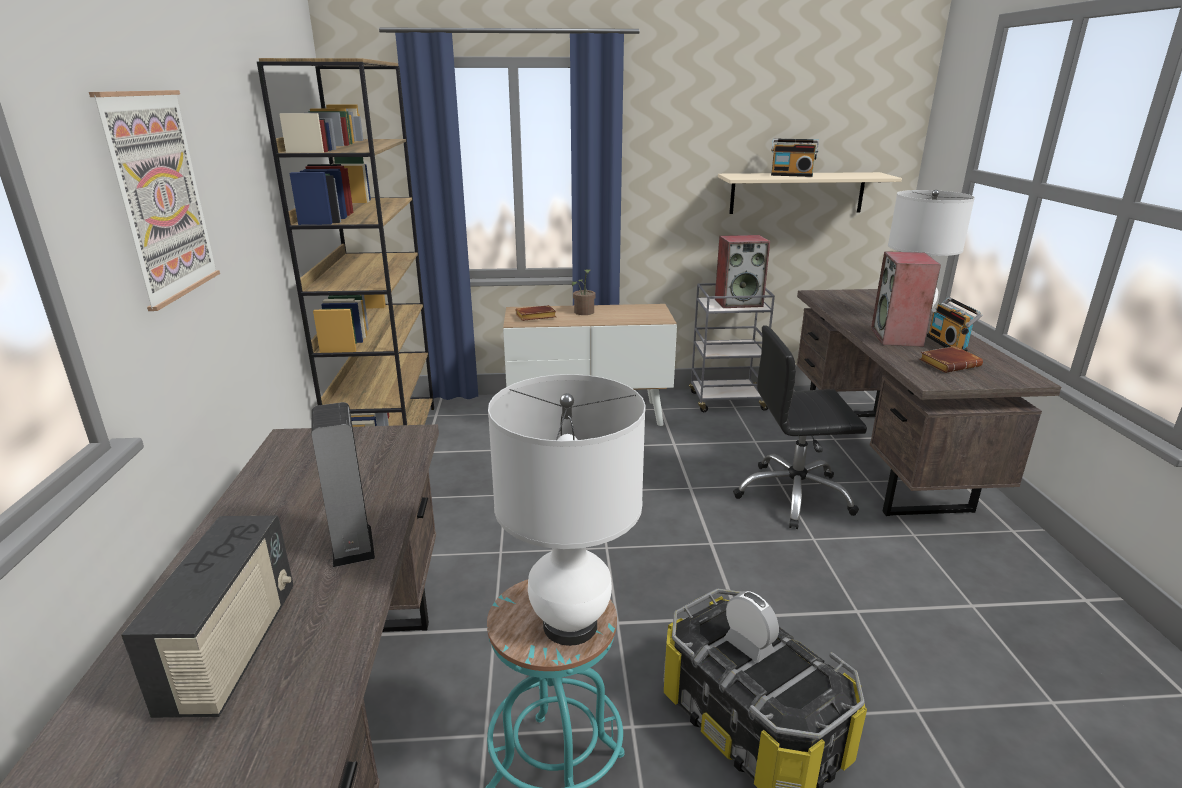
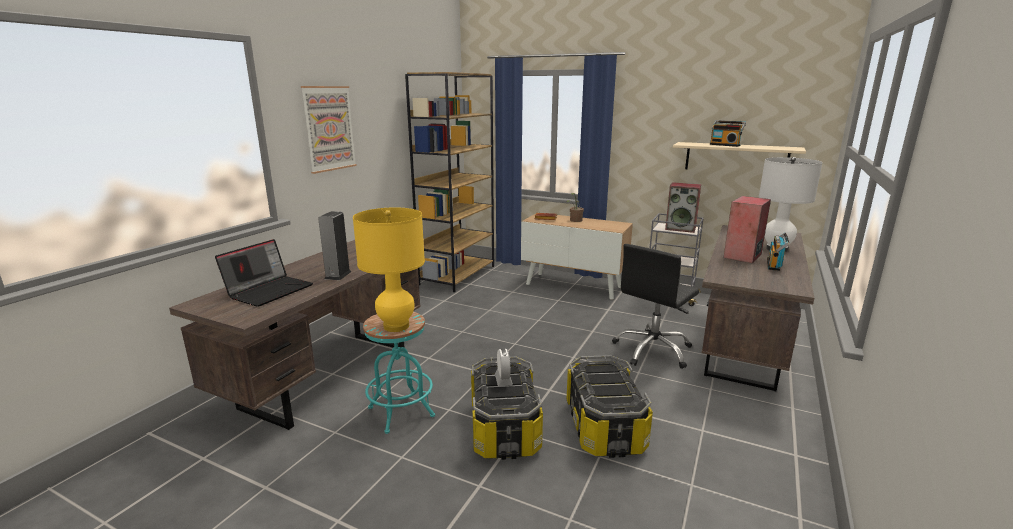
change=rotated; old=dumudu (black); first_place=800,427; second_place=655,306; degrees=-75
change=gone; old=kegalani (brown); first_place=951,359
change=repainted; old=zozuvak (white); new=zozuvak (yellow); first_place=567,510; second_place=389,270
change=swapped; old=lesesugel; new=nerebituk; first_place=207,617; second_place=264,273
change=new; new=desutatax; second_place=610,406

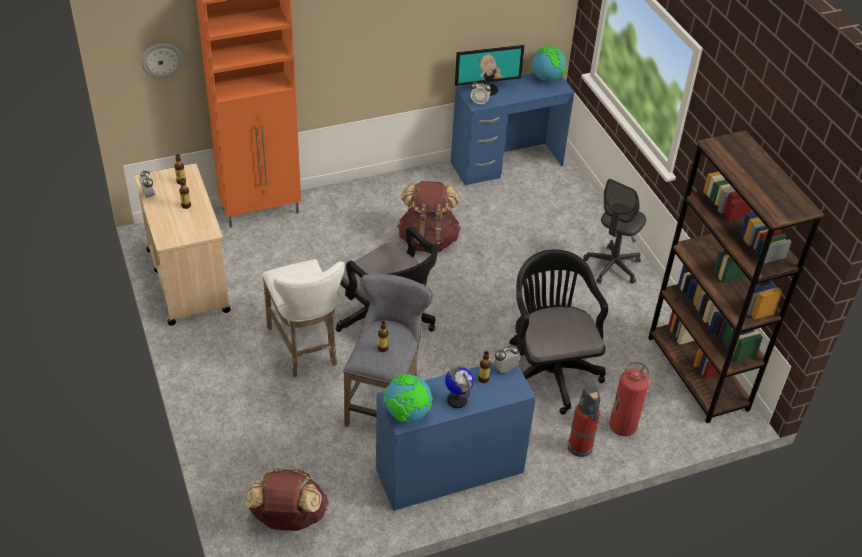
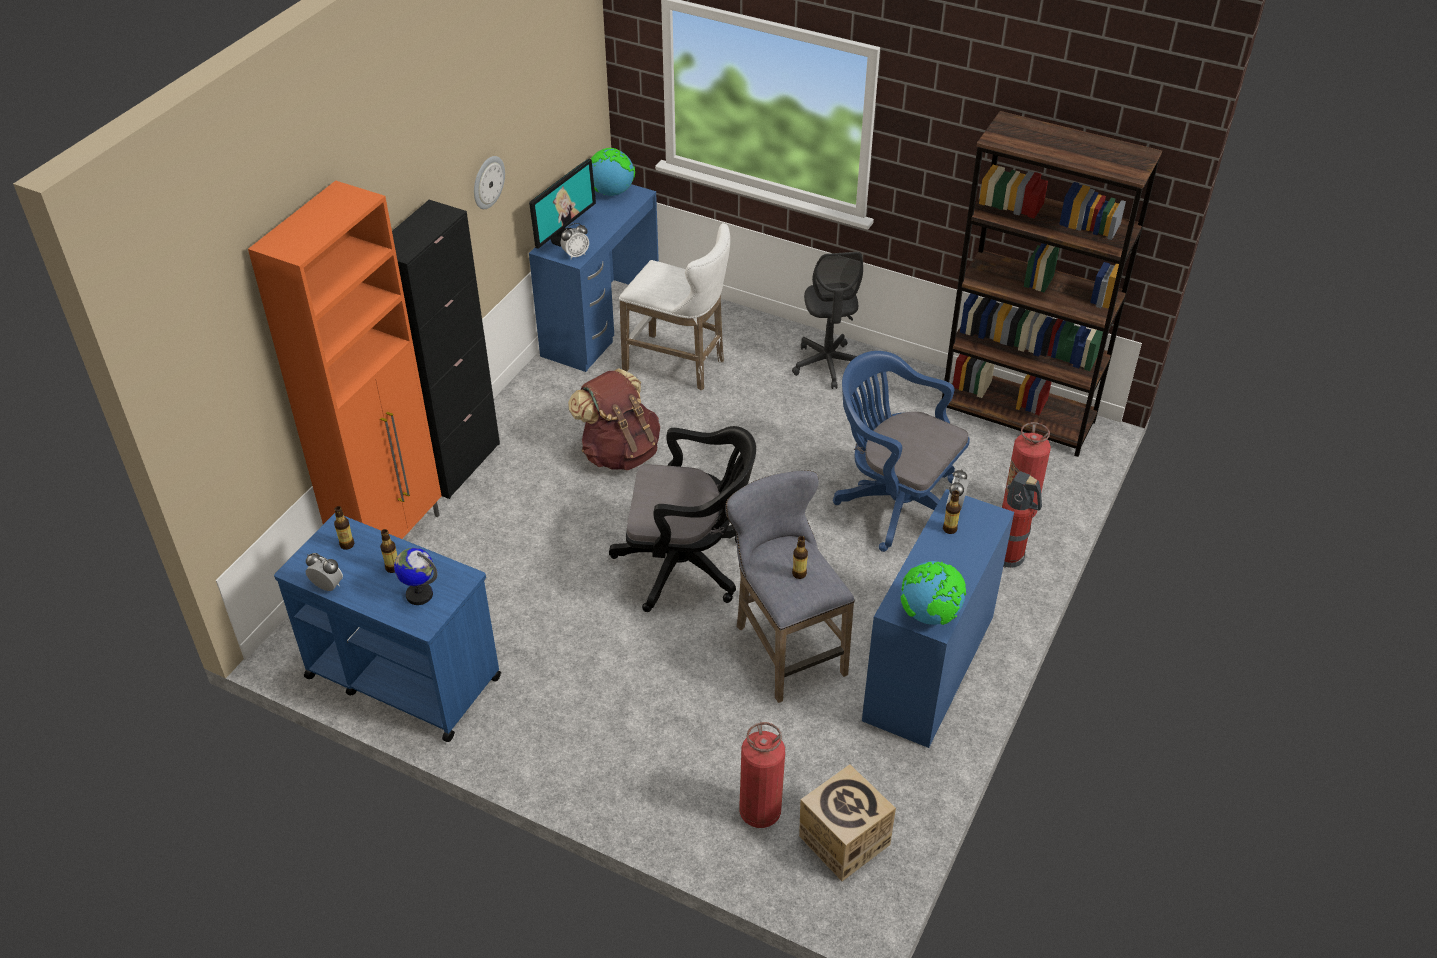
change=shifted; old=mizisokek; first_place=162,61; second_place=489,182
change=repainted; old=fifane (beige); new=fifane (blue); first_place=183,244; second_place=387,627
change=repainted; old=dumudu (black); new=dumudu (blue); first_place=558,332; second_place=901,451
change=shifted; old=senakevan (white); first_place=303,317; second_place=674,306
change=shifted; old=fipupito; first_place=459,387; second_place=416,576
change=swapped; old=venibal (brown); new=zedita; first_place=287,499; second_place=847,822
change=new; new=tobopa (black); second_place=446,349
change=new; new=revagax; second_place=762,775

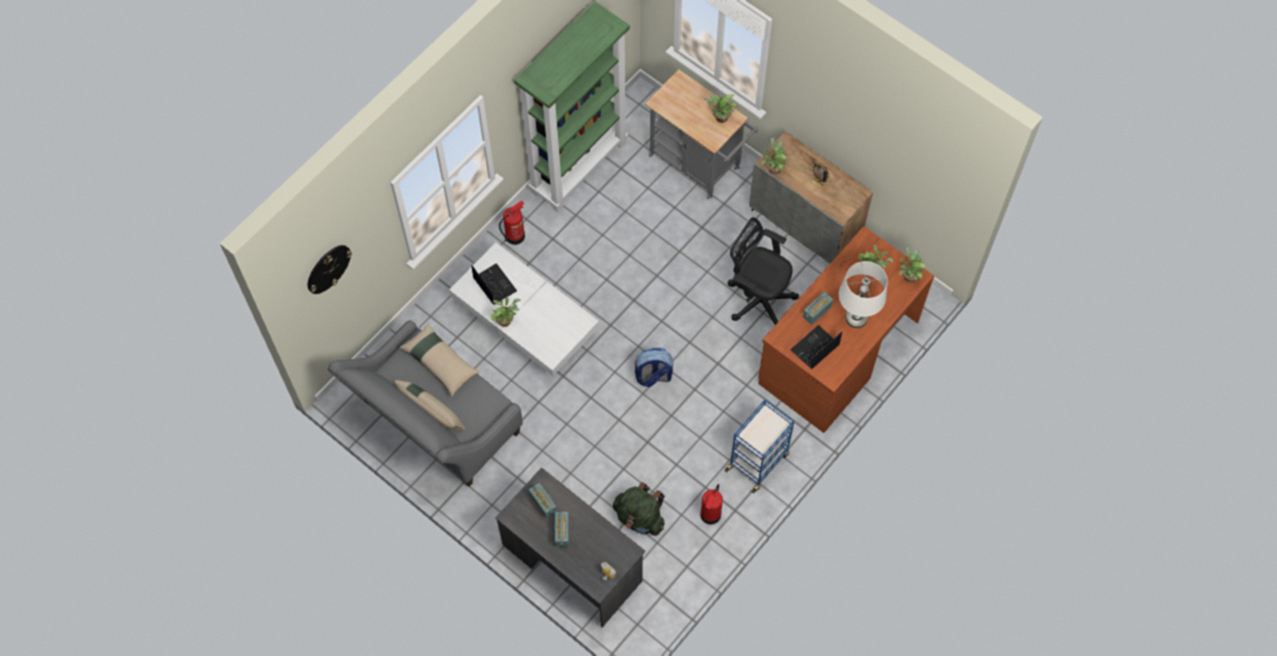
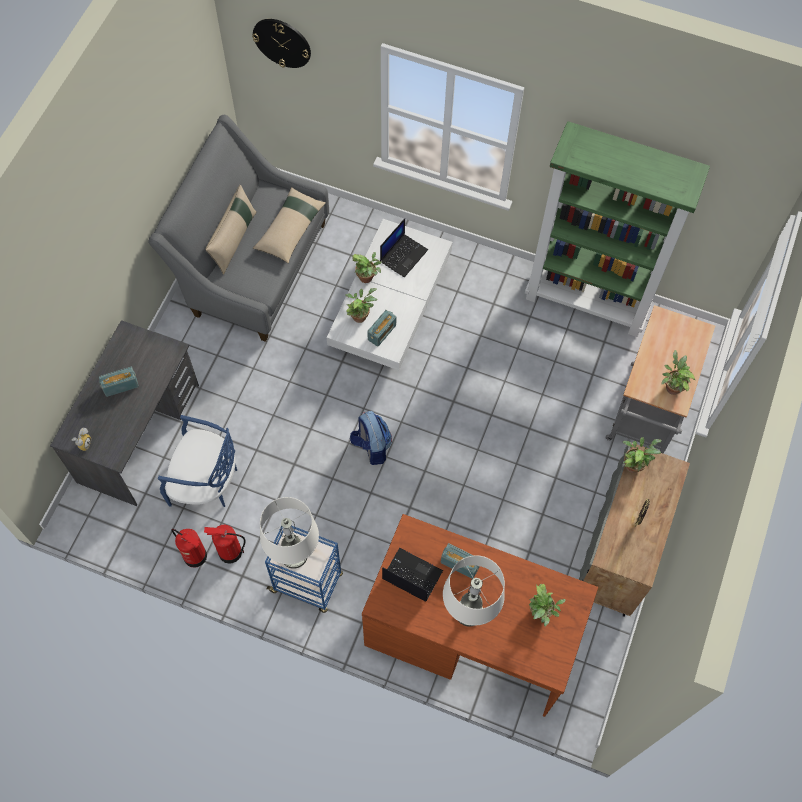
change=shifted; old=revagax; first_place=512,222; second_place=189,548
change=gone; old=dumudu (black); first_place=763,271
change=shifted; old=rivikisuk; first_place=912,264; second_place=361,305
change=swapped; old=venibal (green); new=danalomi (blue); first_place=639,509; second_place=197,461
change=shifted; old=lesesugel; first_place=543,501; second_place=381,328
change=new; new=zozuvak (white); second_place=289,533

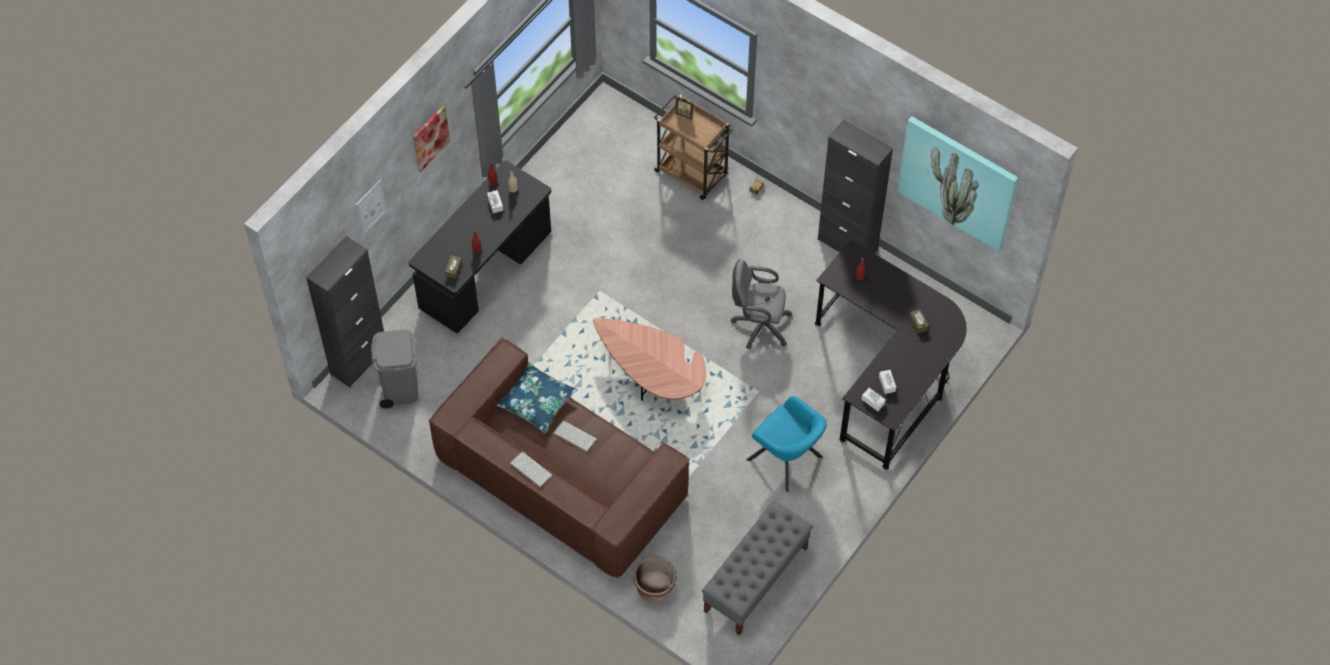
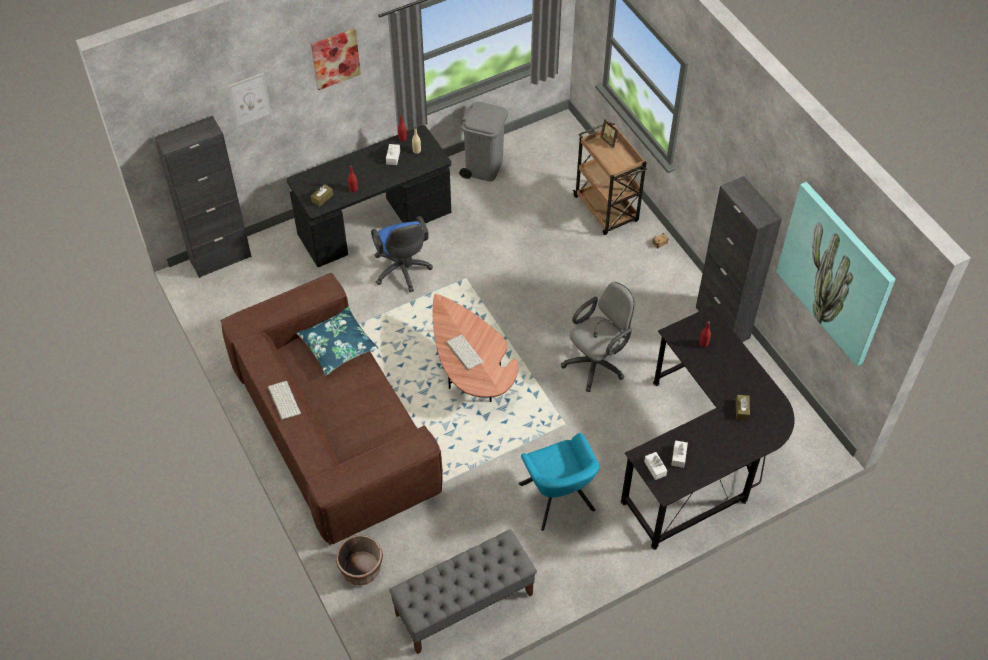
change=rotated; old=dumudu (grey); first_place=761,304; second_place=597,337; degrees=105
change=shifted; old=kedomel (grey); first_place=394,368; second_place=483,142
change=shifted; old=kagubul; first_place=575,437; second_place=464,353
change=new; new=dumudu (blue); second_place=402,254

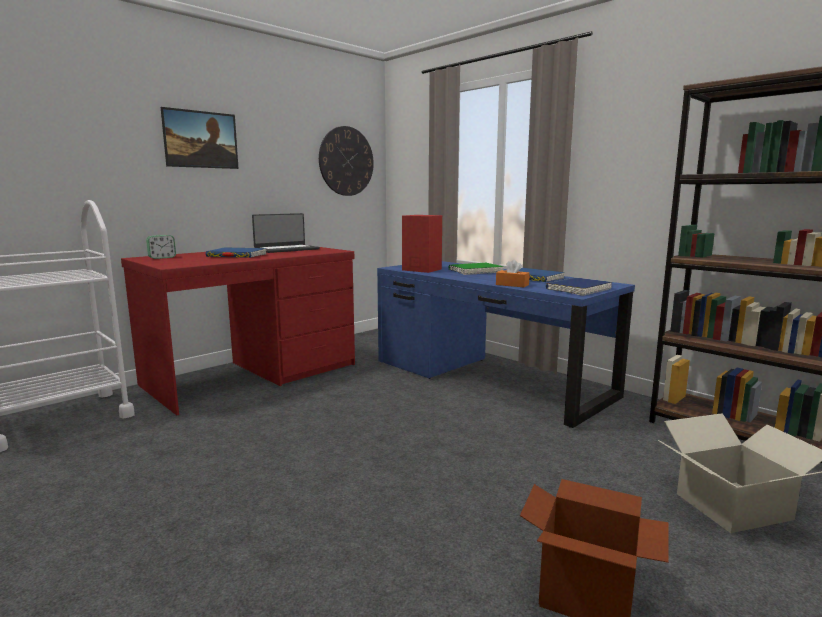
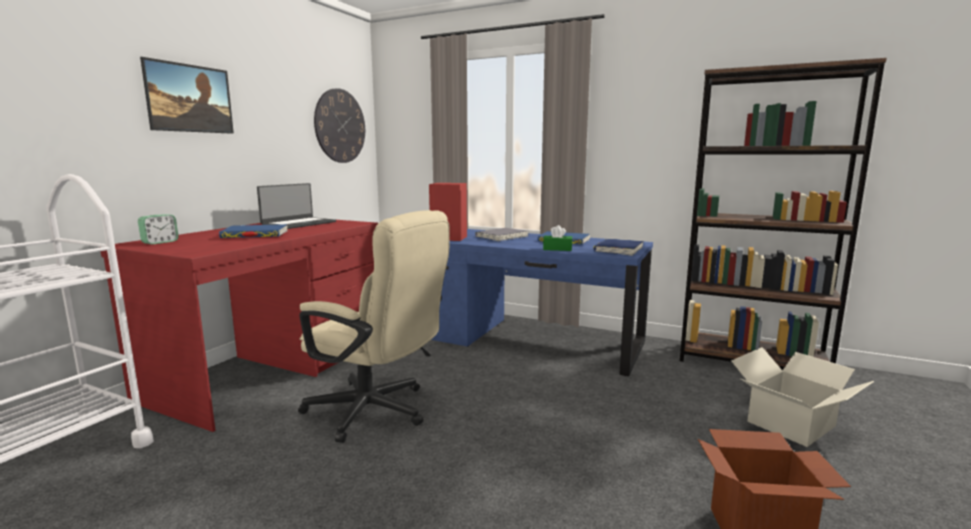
change=repainted; old=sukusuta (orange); new=sukusuta (green); first_place=513,273; second_place=557,238
change=repainted; old=kegalani (green); new=kegalani (grey); first_place=476,269; second_place=501,234
change=new; new=dumudu (beige); second_place=374,326

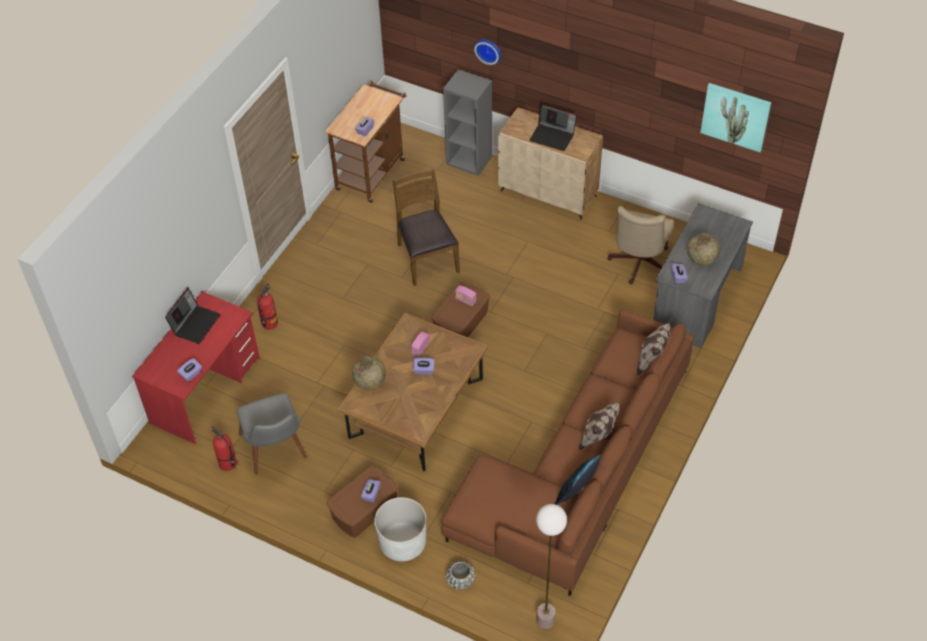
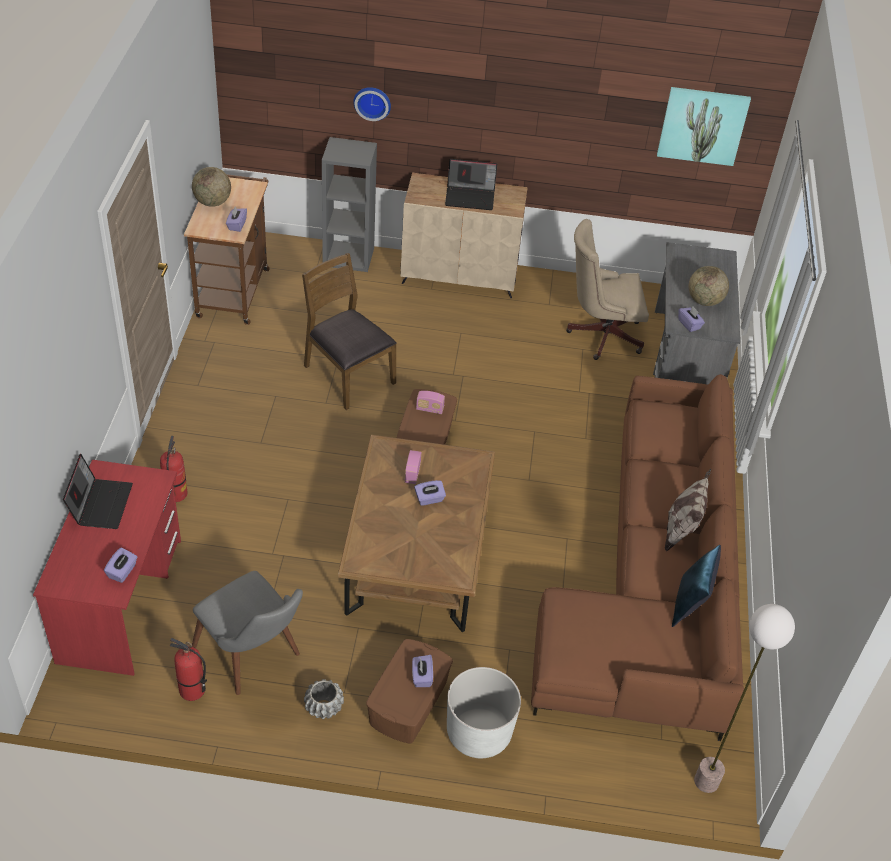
change=rotated; old=dumudu (beige); first_place=640,245; second_place=607,289; degrees=90
change=gone; old=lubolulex; first_place=655,346
change=shifted; old=fipupito; first_place=369,373; second_place=211,187
change=shifted; old=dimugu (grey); first_place=460,575; second_place=324,699

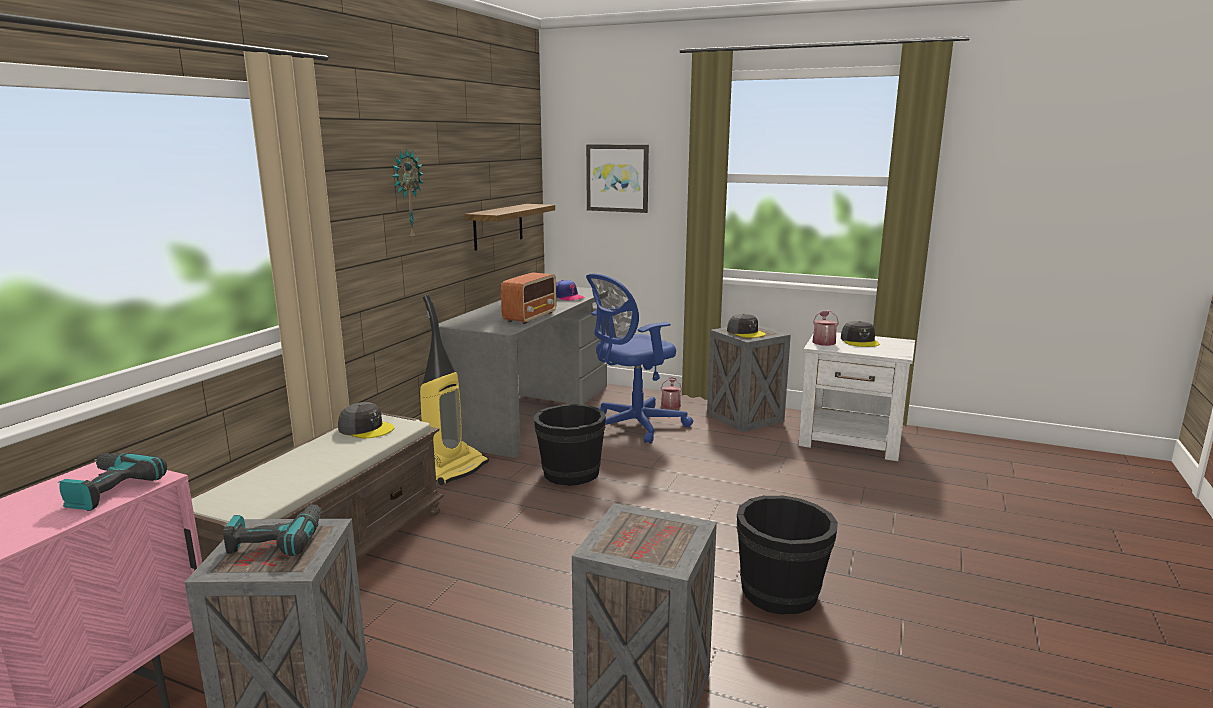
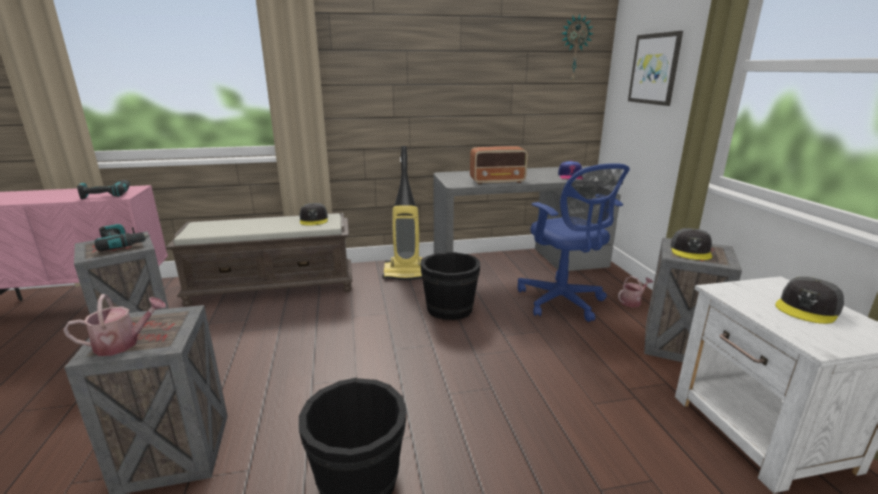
change=shifted; old=mizisokek; first_place=408,193; second_place=577,48
change=gone; old=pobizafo; first_place=510,227
change=rotated; old=dumudu (blue); first_place=639,359; second_place=574,242; degrees=-135
change=shifted; old=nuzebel; first_place=825,328; second_place=114,325

